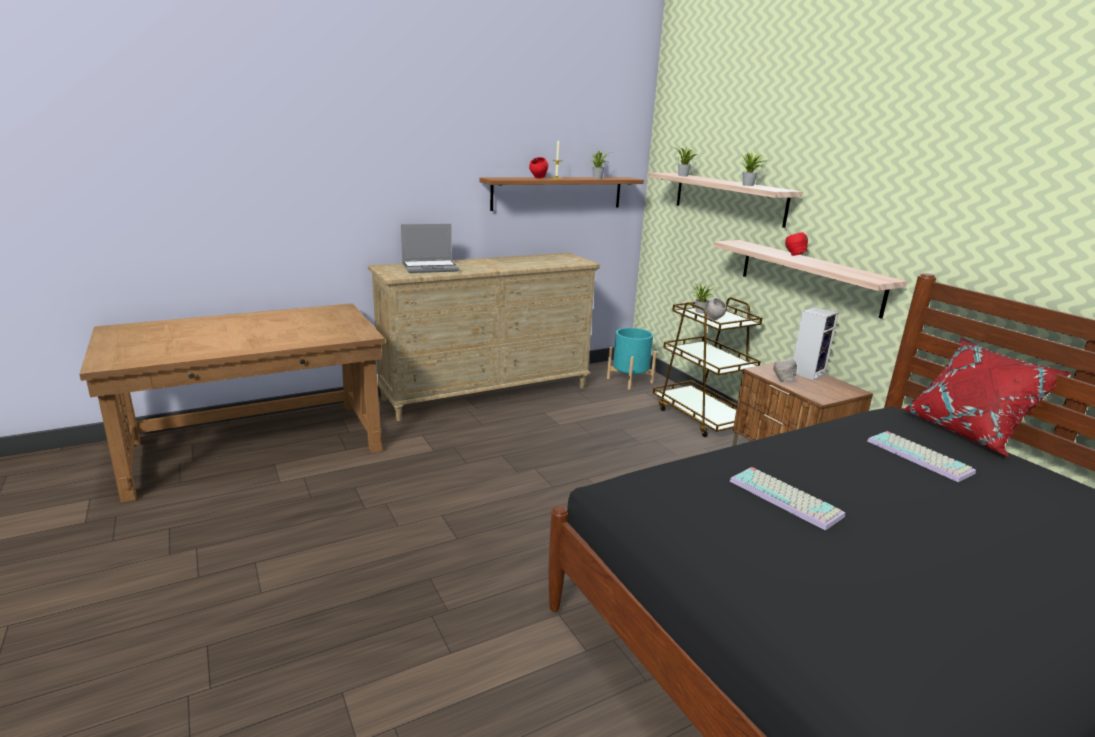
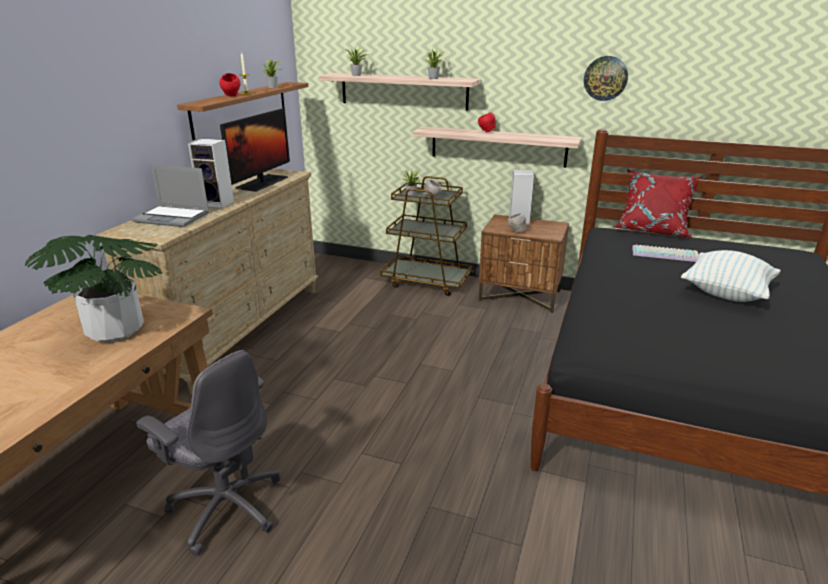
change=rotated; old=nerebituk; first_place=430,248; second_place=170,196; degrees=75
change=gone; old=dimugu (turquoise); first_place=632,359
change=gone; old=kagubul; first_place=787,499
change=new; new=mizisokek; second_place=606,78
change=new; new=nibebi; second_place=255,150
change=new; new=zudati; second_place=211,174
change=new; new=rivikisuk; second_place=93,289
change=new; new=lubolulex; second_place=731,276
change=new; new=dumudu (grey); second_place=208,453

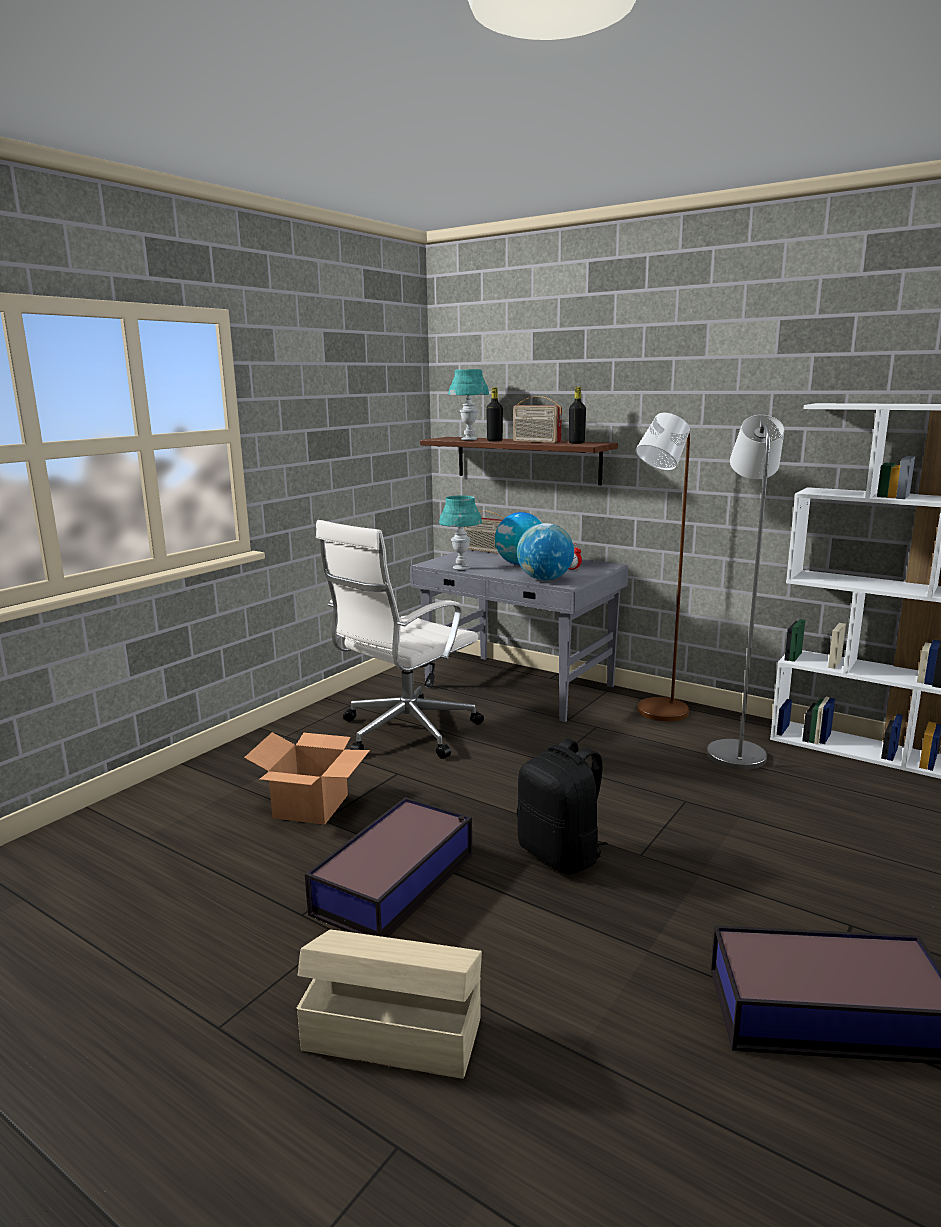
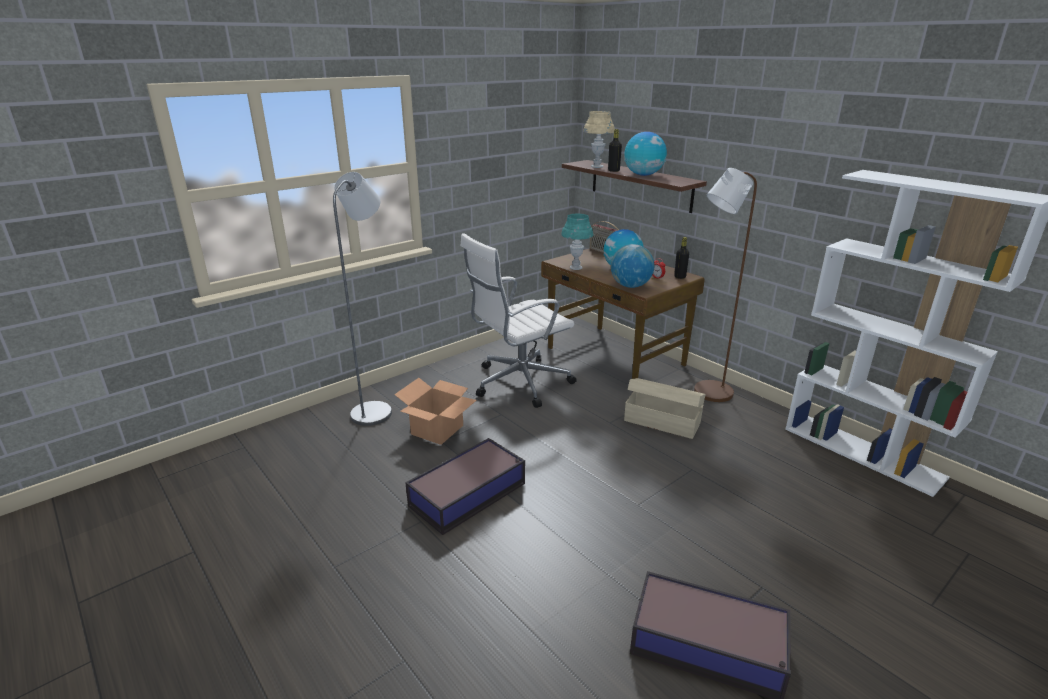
change=repainted; old=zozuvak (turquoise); new=zozuvak (beige); first_place=468,404; second_place=599,139
change=shifted; old=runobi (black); first_place=577,415; second_place=681,258
change=swapped; old=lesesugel; new=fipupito; first_place=537,419; second_place=645,154
change=shifted; old=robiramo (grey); first_place=745,592; second_place=362,299
change=repainted; old=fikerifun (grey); new=fikerifun (brown); first_place=519,636; second_place=623,313
change=gone; old=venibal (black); first_place=562,806
change=shifted; old=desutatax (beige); first_place=389,1004; second_place=664,408

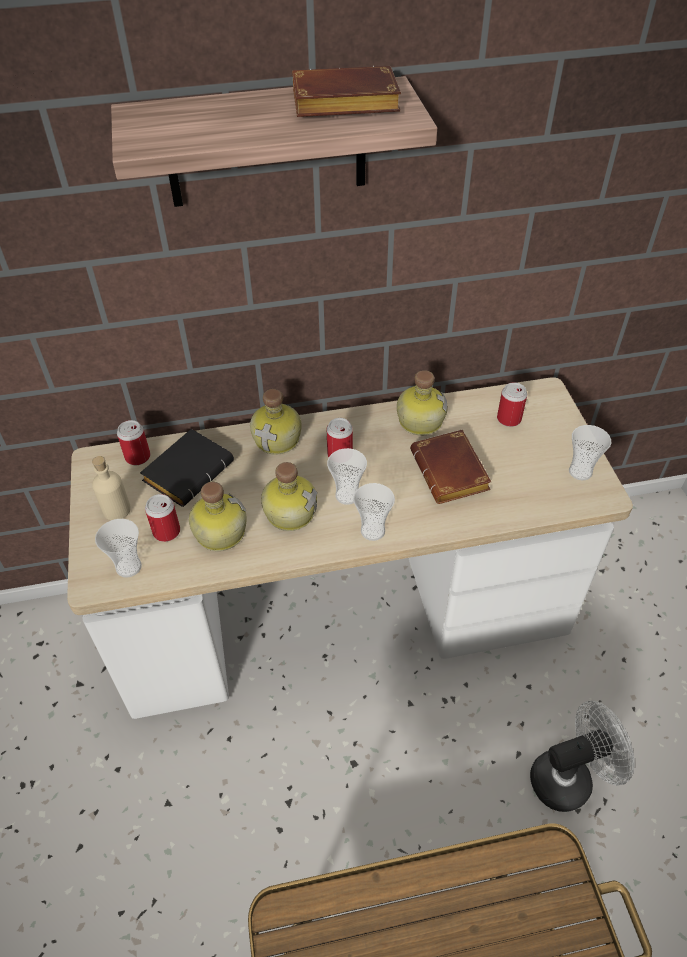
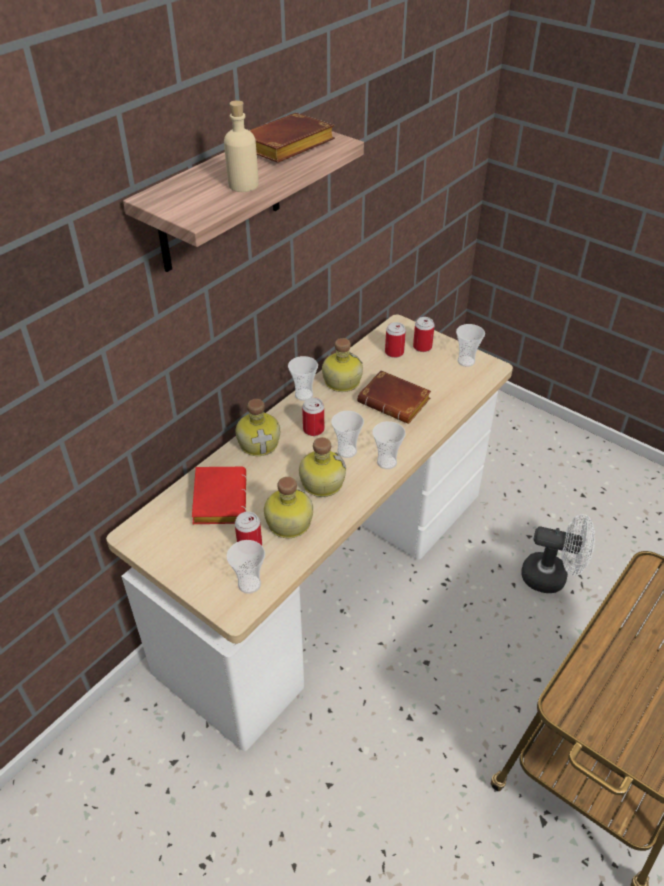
change=shifted; old=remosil; first_place=133,442; second_place=424,334
change=repainted; old=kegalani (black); new=kegalani (red); first_place=187,468; second_place=219,495
change=shifted; old=runobi (beige); first_place=111,488; second_place=241,146
change=rotated; old=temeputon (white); first_place=582,756; second_place=558,553; degrees=75
change=new; new=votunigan; second_place=303,378

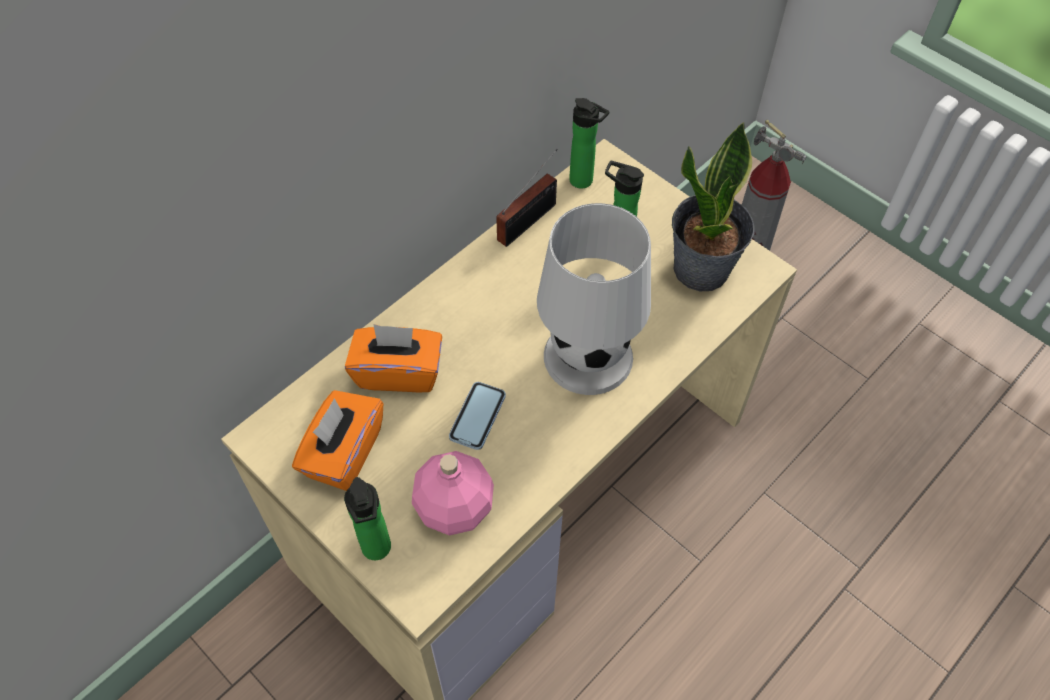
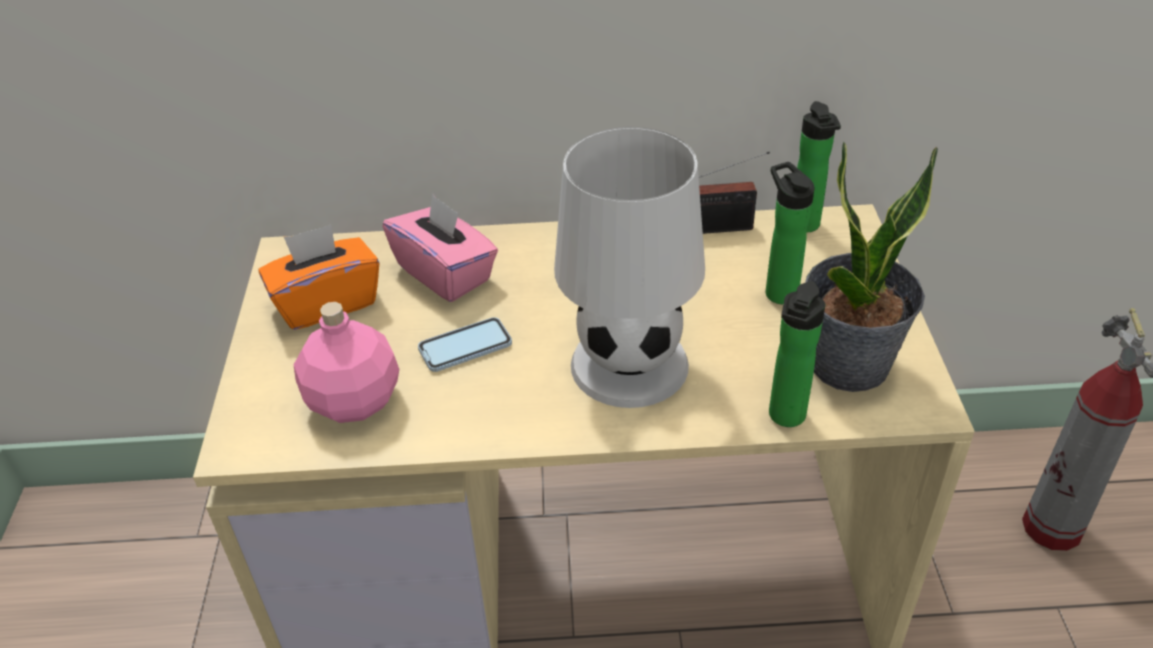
change=repainted; old=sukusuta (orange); new=sukusuta (pink); first_place=393,358; second_place=440,247
change=shifted; old=runobi; first_place=367,518; second_place=797,354

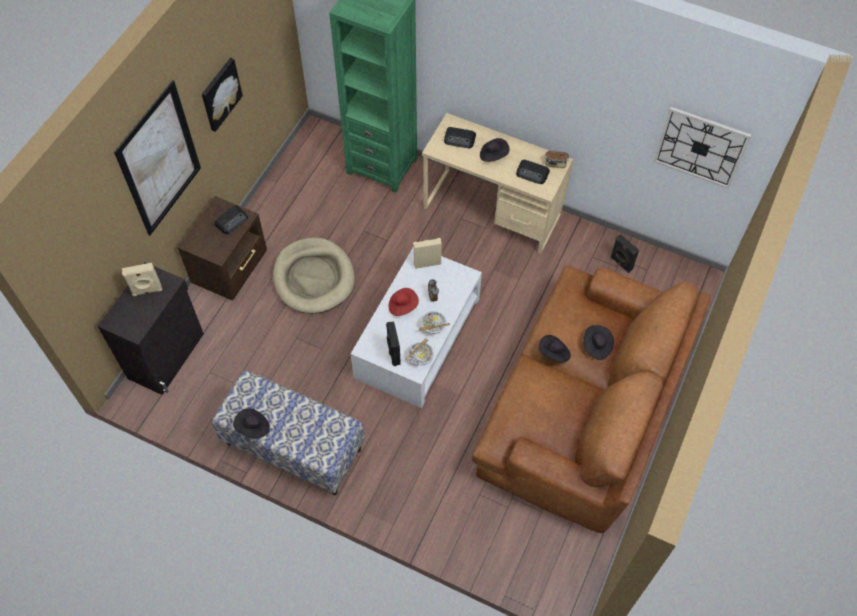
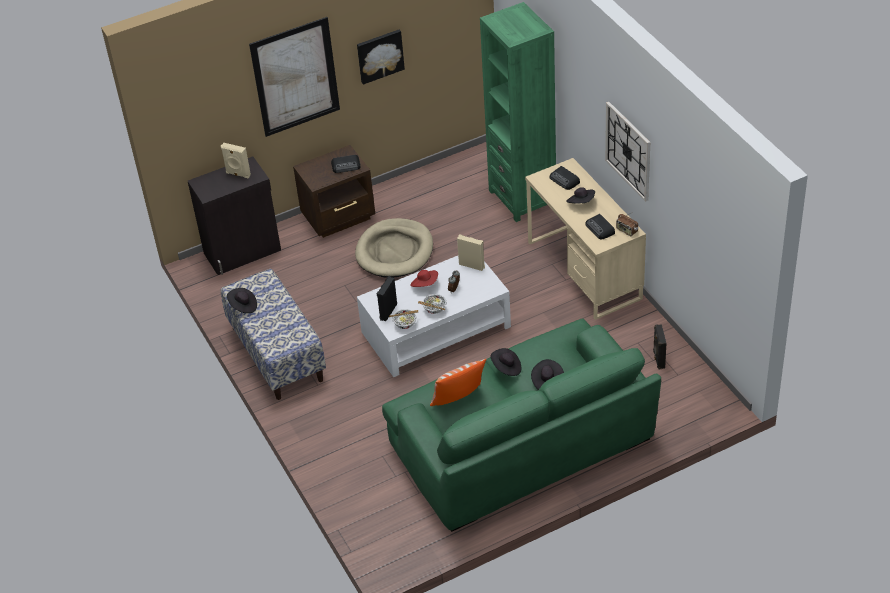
change=shifted; old=mizisokek; first_place=702,148; second_place=627,152
change=repainted; old=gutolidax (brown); new=gutolidax (green); first_place=591,399; second_place=521,425
change=new; new=lubolulex; second_place=458,382

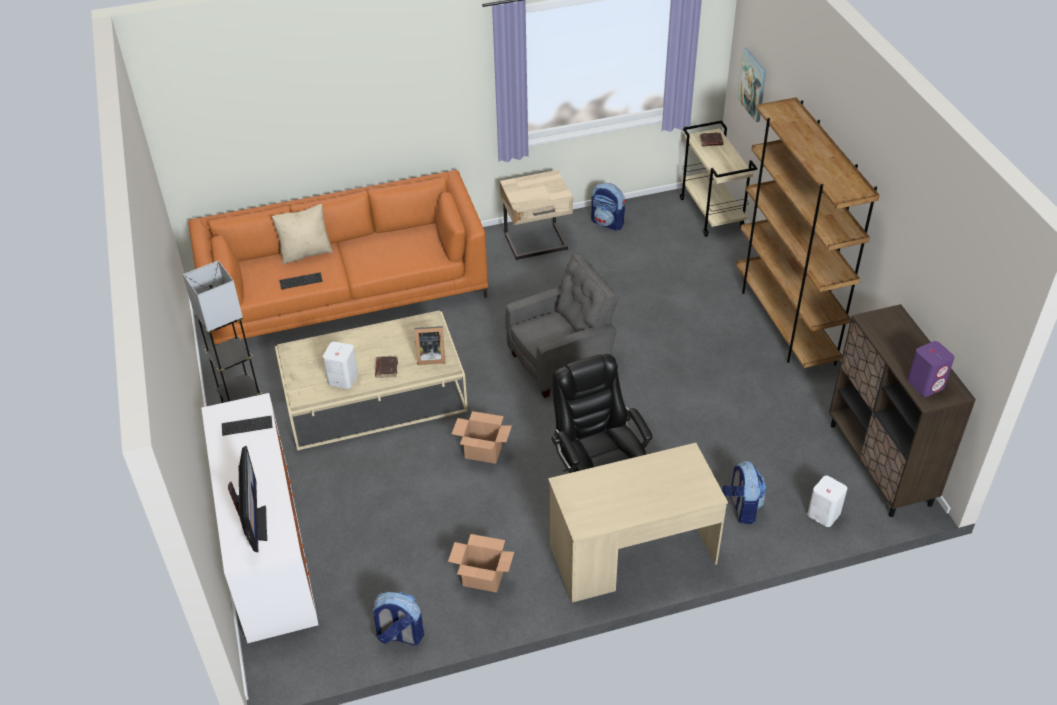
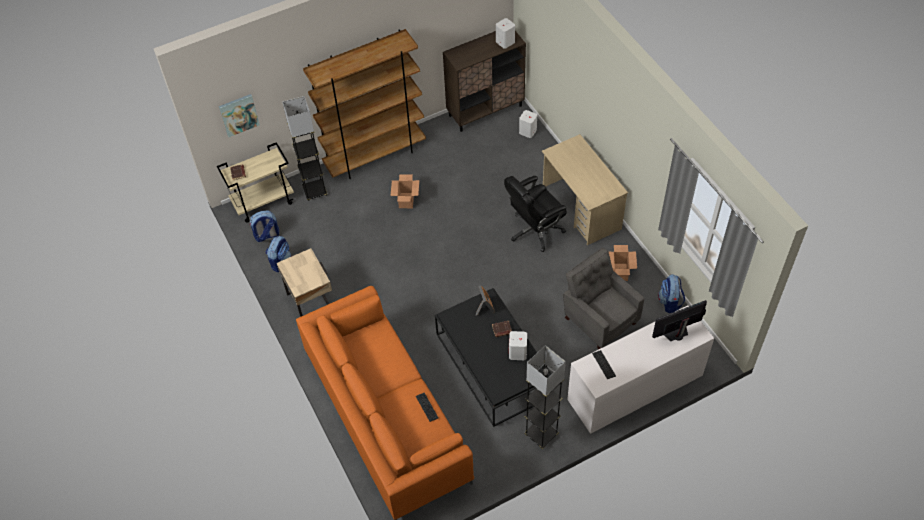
change=gone; old=lubolulex (beige); first_place=302,234
change=shifted; old=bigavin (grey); first_place=562,325; second_place=603,298
change=repainted; old=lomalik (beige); new=lomalik (black); first_place=371,380; second_place=494,357
change=repainted; old=zudati (purple); new=zudati (white); first_place=931,369; second_place=505,33
change=shifted; old=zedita; first_place=482,437; second_place=404,191
change=shifted; old=venibal; first_place=744,492; second_place=264,226
change=new; new=robiramo (grey); second_place=304,148

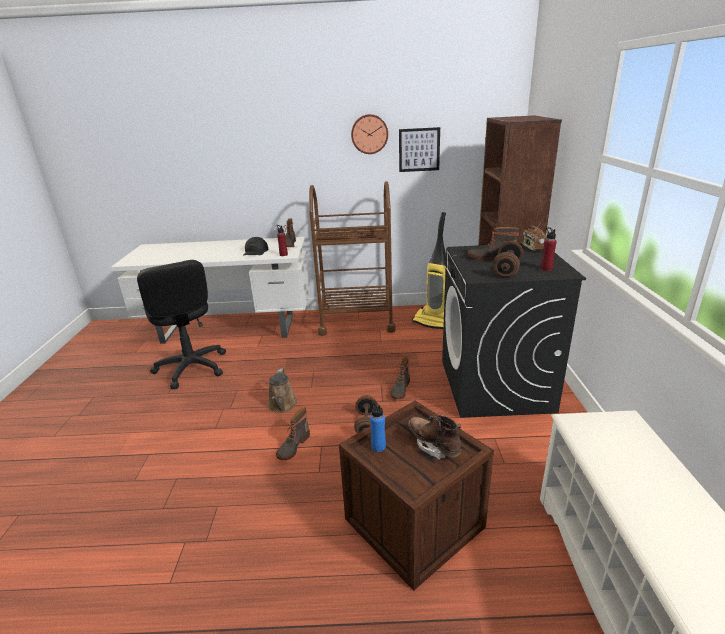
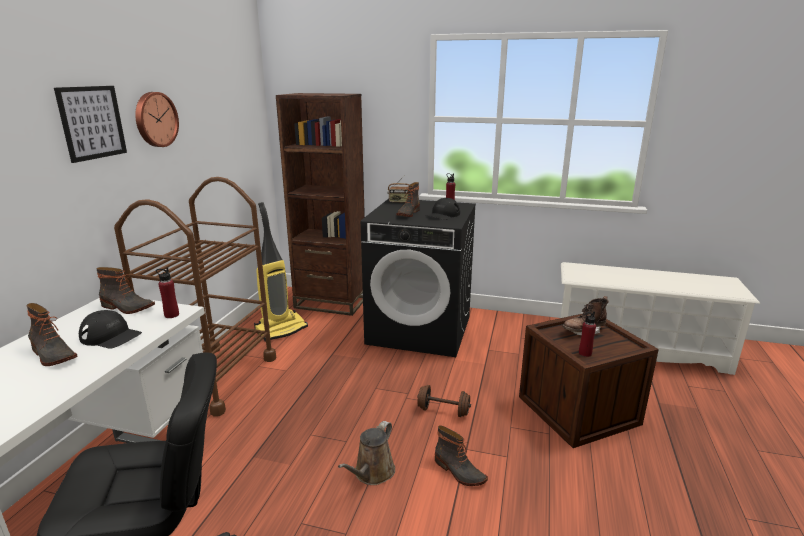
change=shifted; old=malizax; first_place=419,149; second_place=90,124
change=swapped; old=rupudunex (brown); new=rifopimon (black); first_place=508,259; second_place=443,209
change=shifted; old=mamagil; first_place=400,377; second_place=52,334
change=rotated; old=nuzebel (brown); first_place=282,390; second_place=366,453; degrees=105
change=repainted; old=runobi (blue); new=runobi (red); first_place=378,426; second_place=587,334

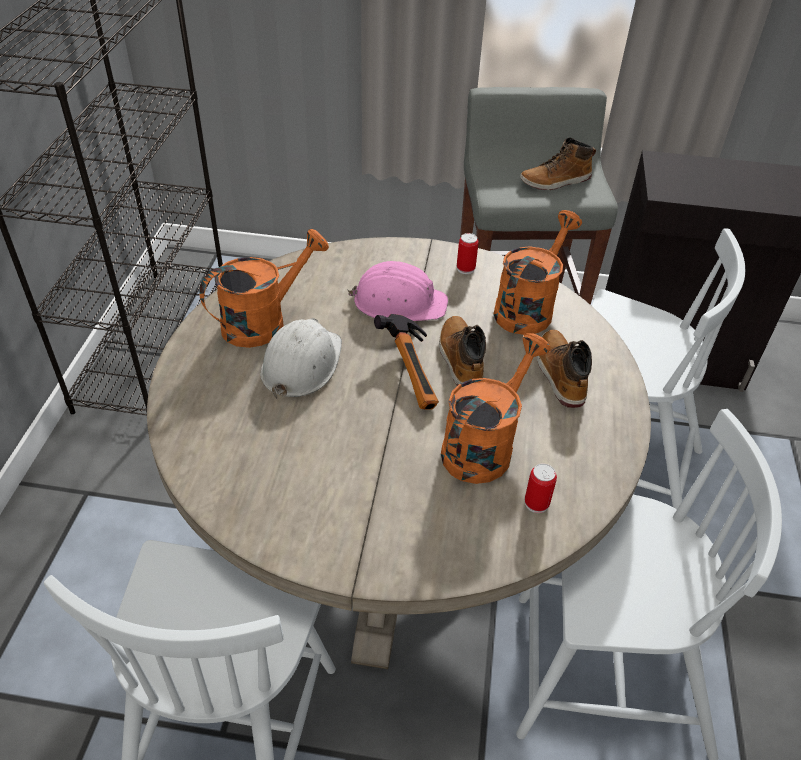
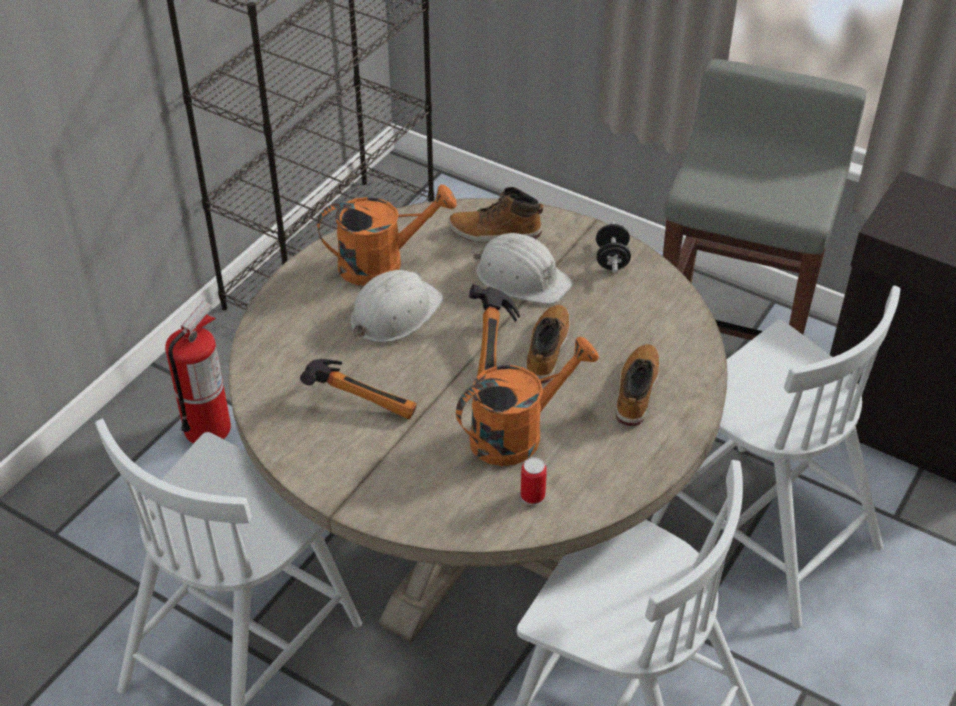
change=shifted; old=mamagil; first_place=558,163; second_place=496,215
change=gone; old=nuzebel (orange); first_place=537,272
change=swapped; old=remosil; new=rupudunex (black); first_place=468,253; second_place=613,247
change=repainted; old=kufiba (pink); new=kufiba (white); first_place=398,291; second_place=523,268
change=new; new=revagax; second_place=198,372
change=new; new=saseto; second_place=358,389

